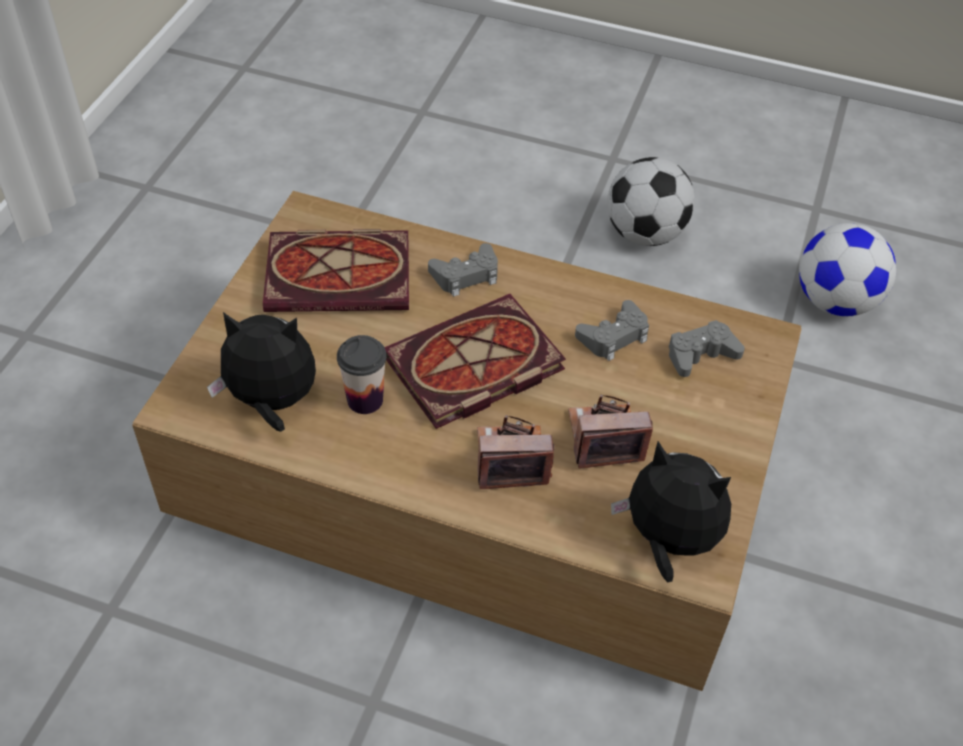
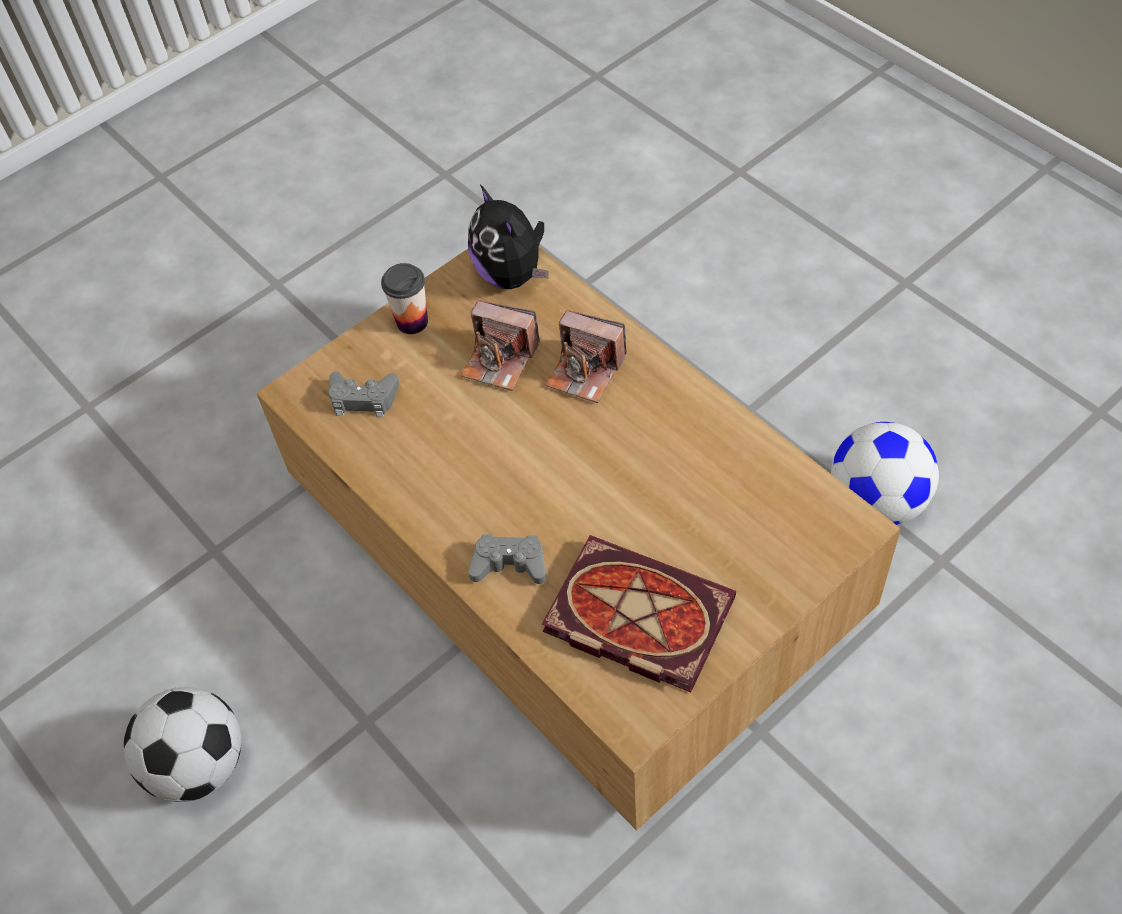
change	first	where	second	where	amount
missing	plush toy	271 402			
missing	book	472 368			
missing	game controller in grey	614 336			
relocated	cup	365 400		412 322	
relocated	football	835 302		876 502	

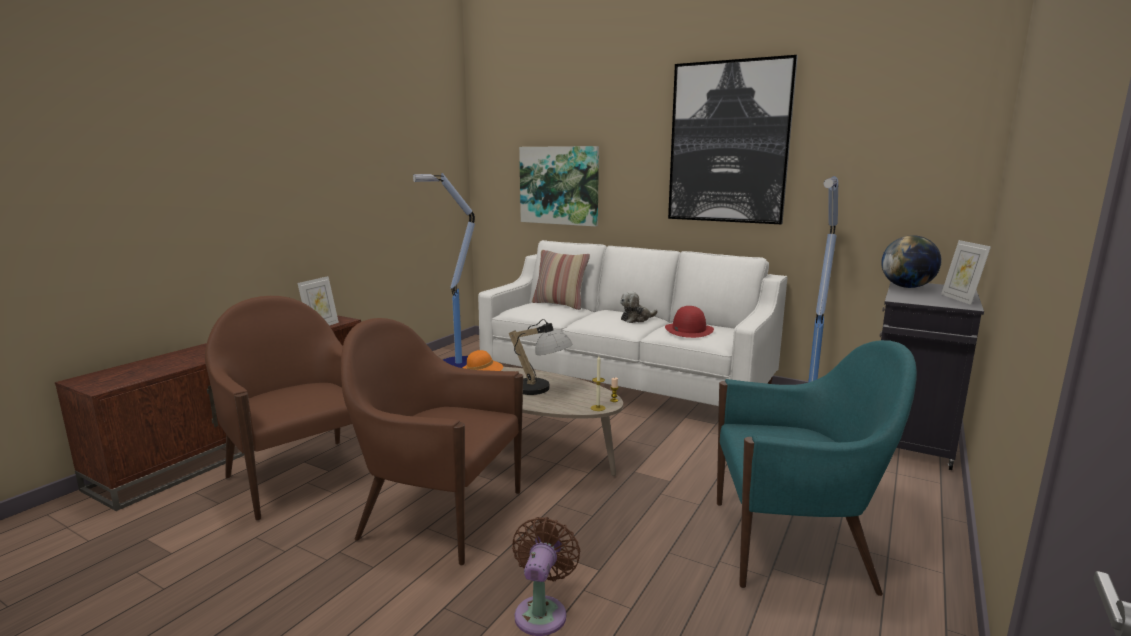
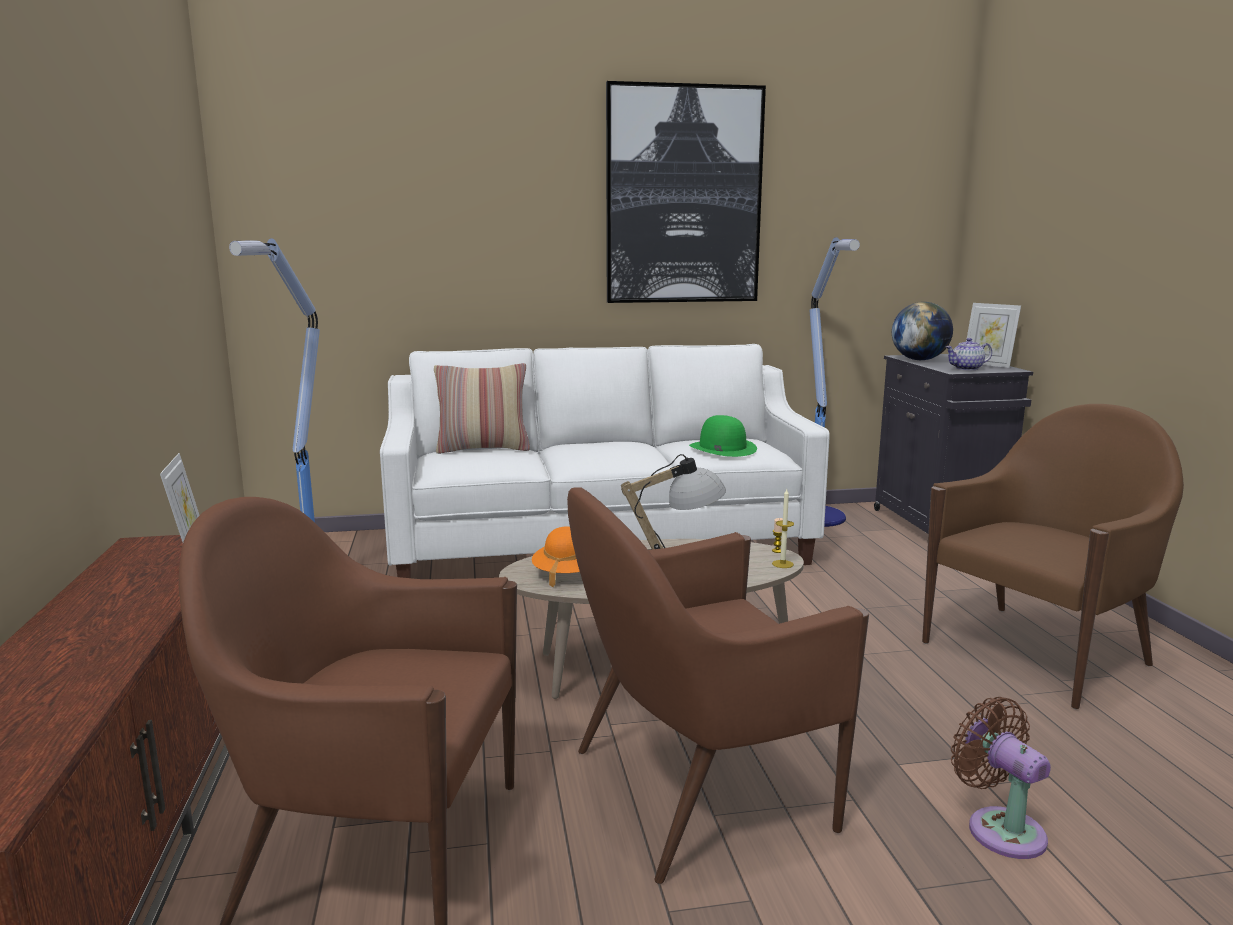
change	first	where	second	where	amount
missing	picture	559 185			
missing	plush toy	636 319			
appeared			teapot	966 368	
colour	hat in red	688 330	hat in green	722 448	
colour	armchair in turquoise	794 545	armchair in brown	1037 652	

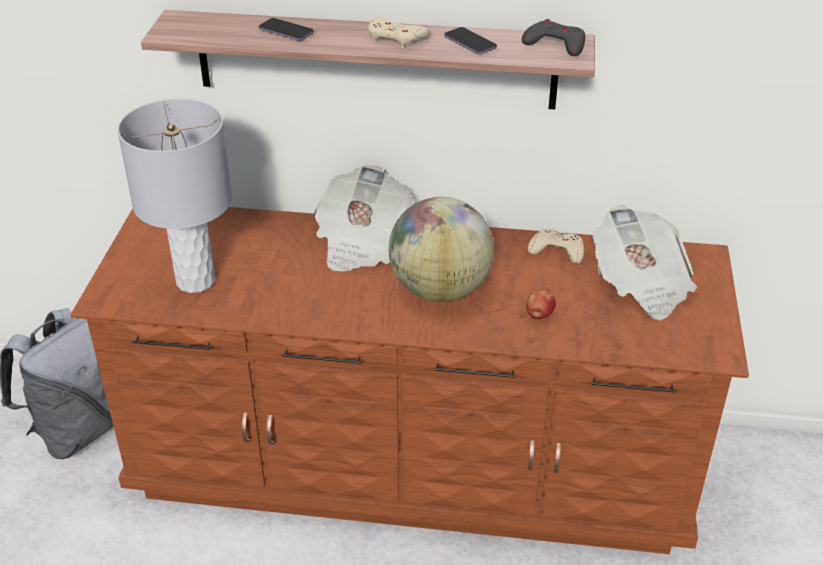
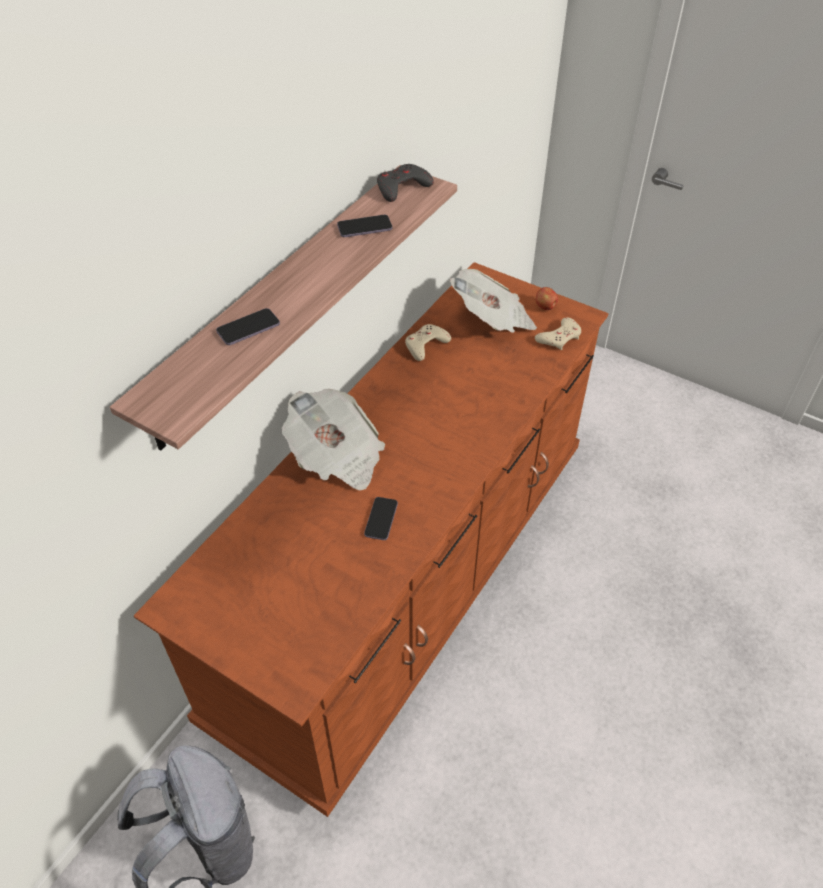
change	first	where	second	where	amount
missing	table lamp in grey	195 281			
missing	globe	440 289			
appeared			phone	381 519	
relocated	game controller in beige	396 37		559 337	
relocated	apple	539 315		545 307	

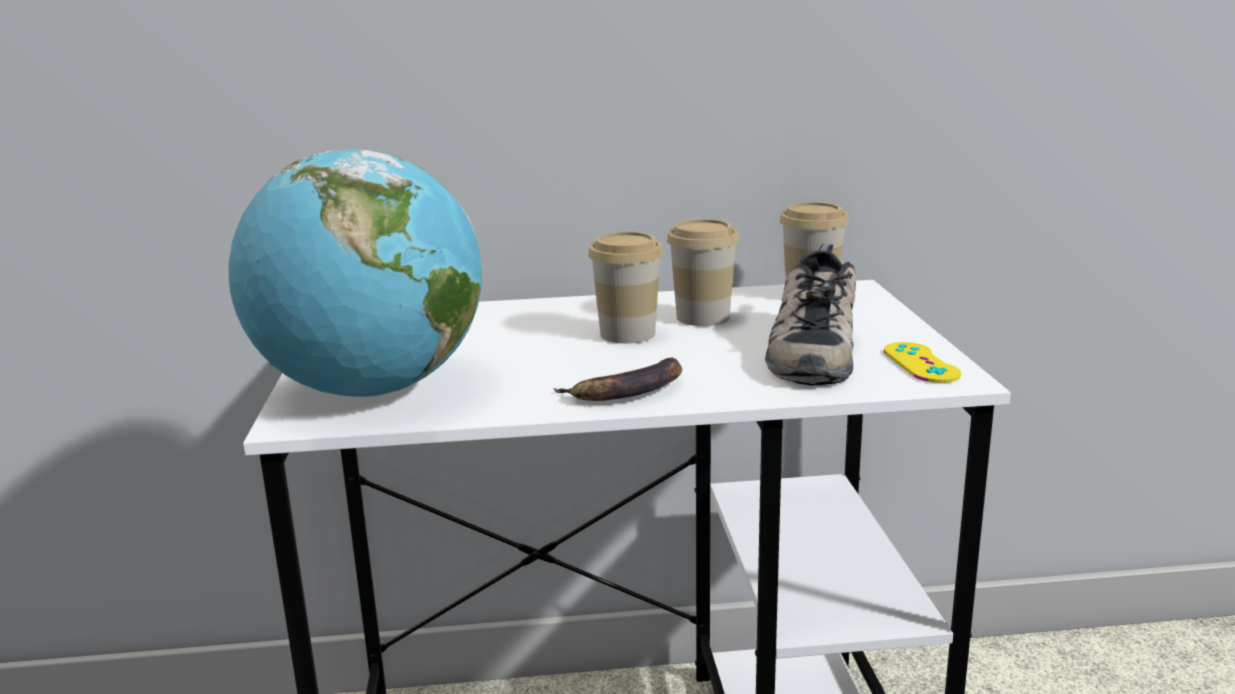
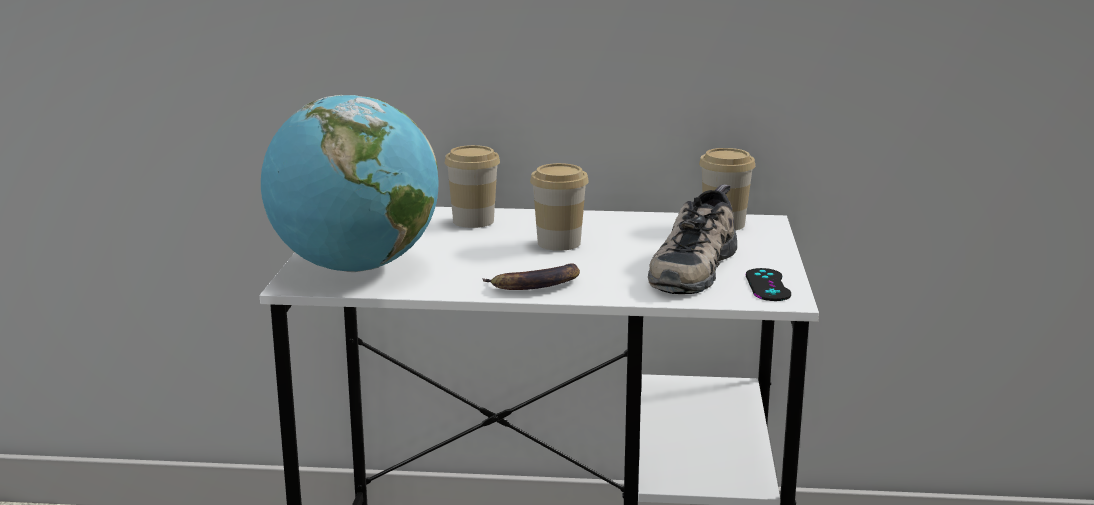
change	first	where	second	where	amount
relocated	cup	703 317		473 221	
colour	game controller in yellow	921 363	game controller in black	767 285	

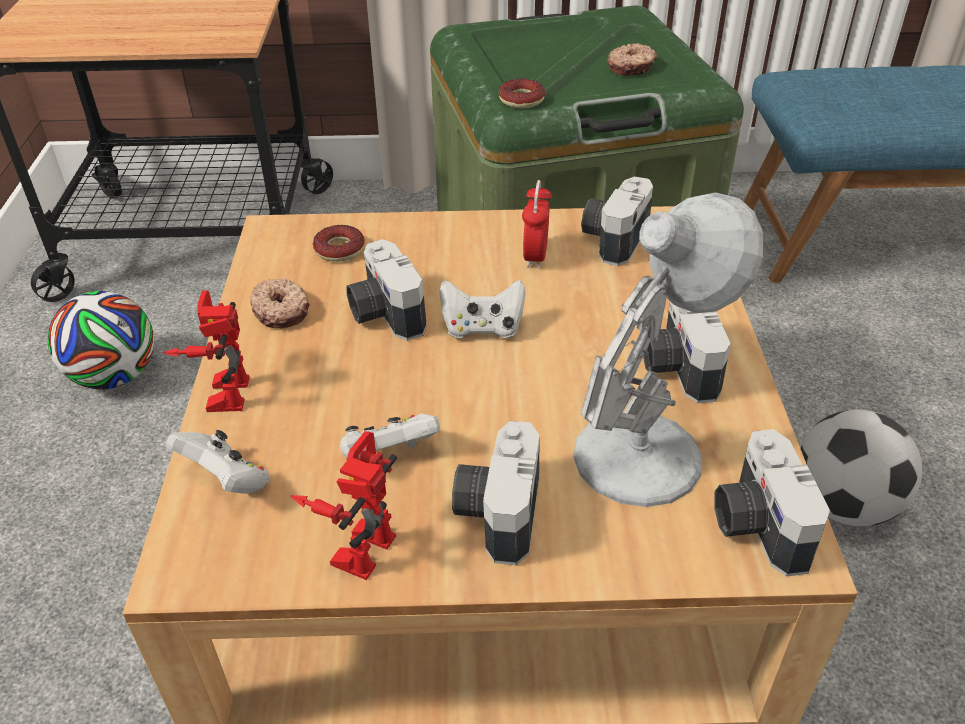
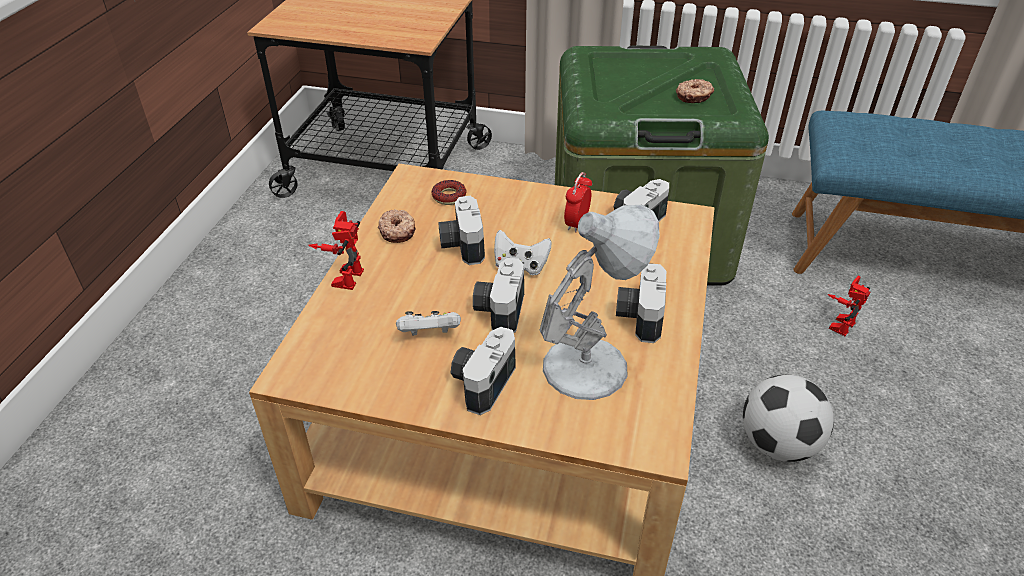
change	first	where	second	where	amount
missing	football	115 376			
missing	game controller in white	227 481			
missing	donut	521 100			
relocated	toy robot	358 543		839 323	
relocated	photo camera	755 524		498 309	

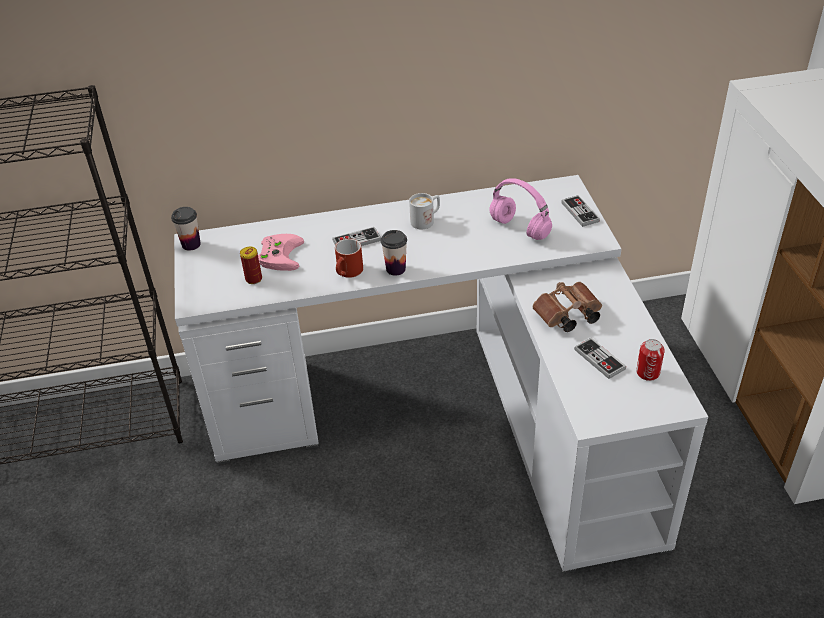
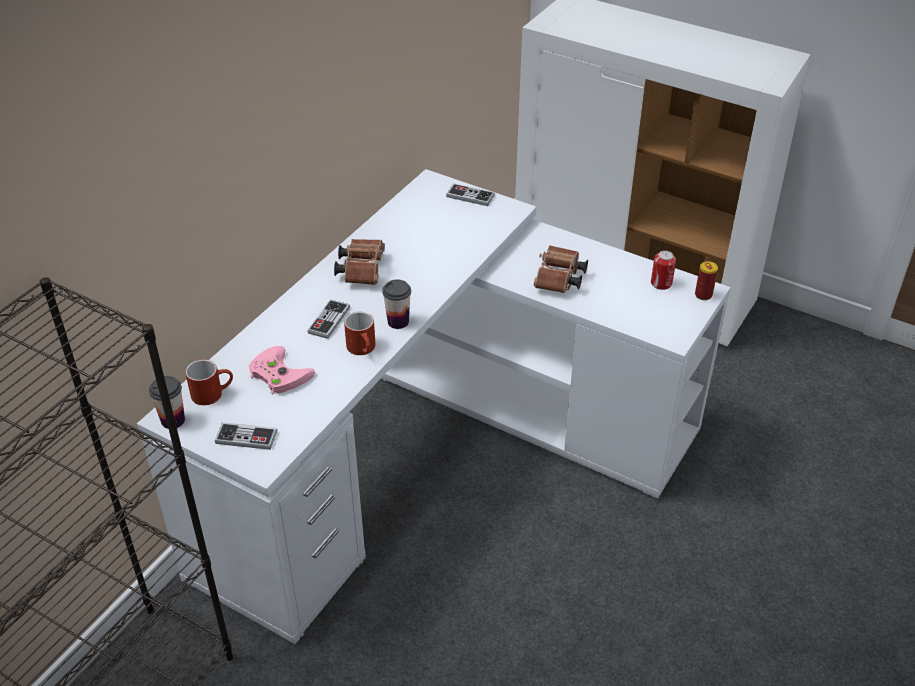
change	first	where	second	where	amount
missing	headphones in pink	521 229			
appeared			mug in red	213 393	
relocated	can	253 279		703 295	
relocated	game controller	599 359		246 437	
exchanged	mug in white	426 220	binoculars in brown	362 269	

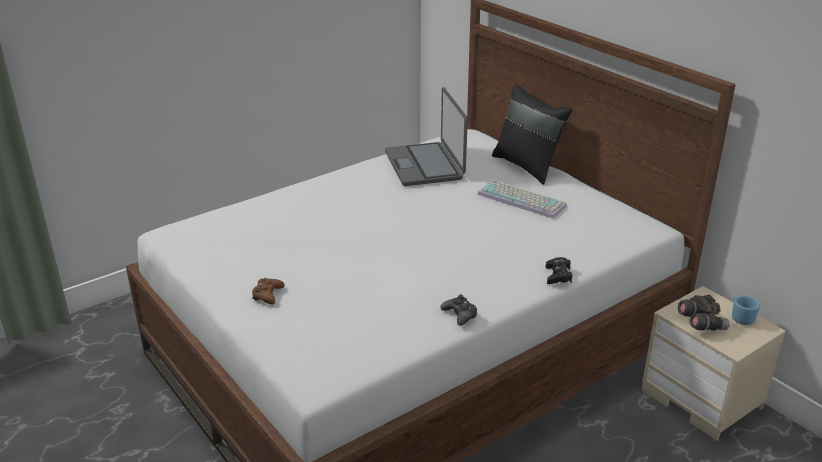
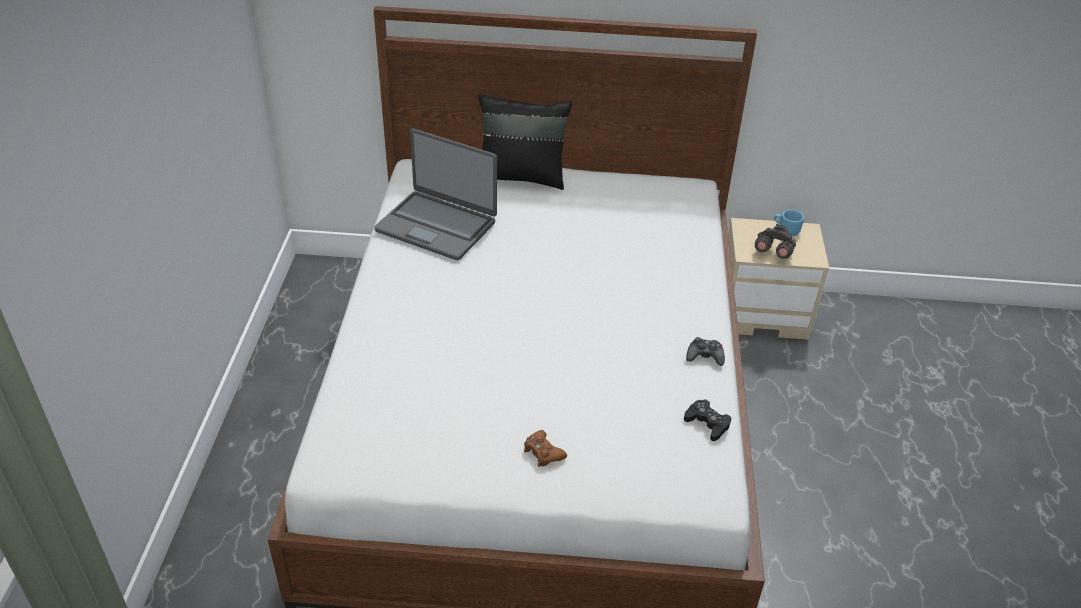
change	first	where	second	where	amount
missing	keyboard	523 200			
relocated	game controller in black	558 275		707 423	

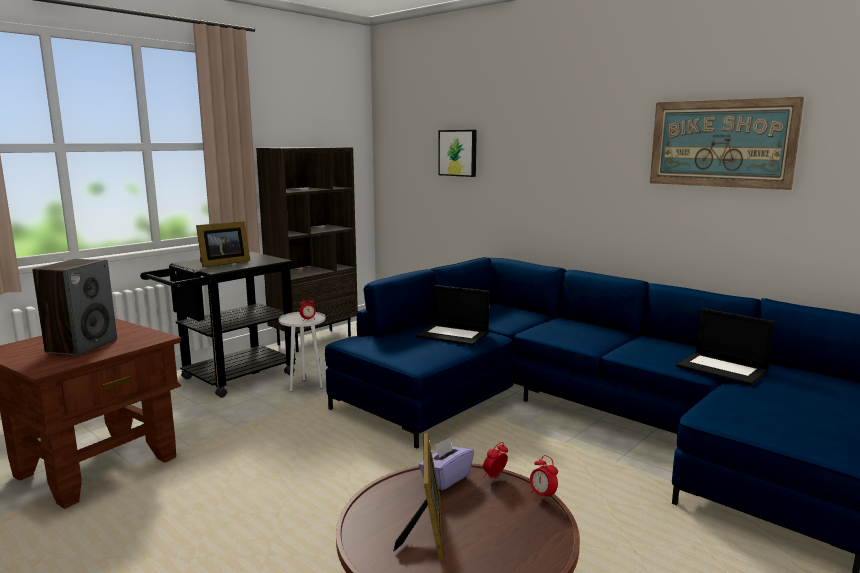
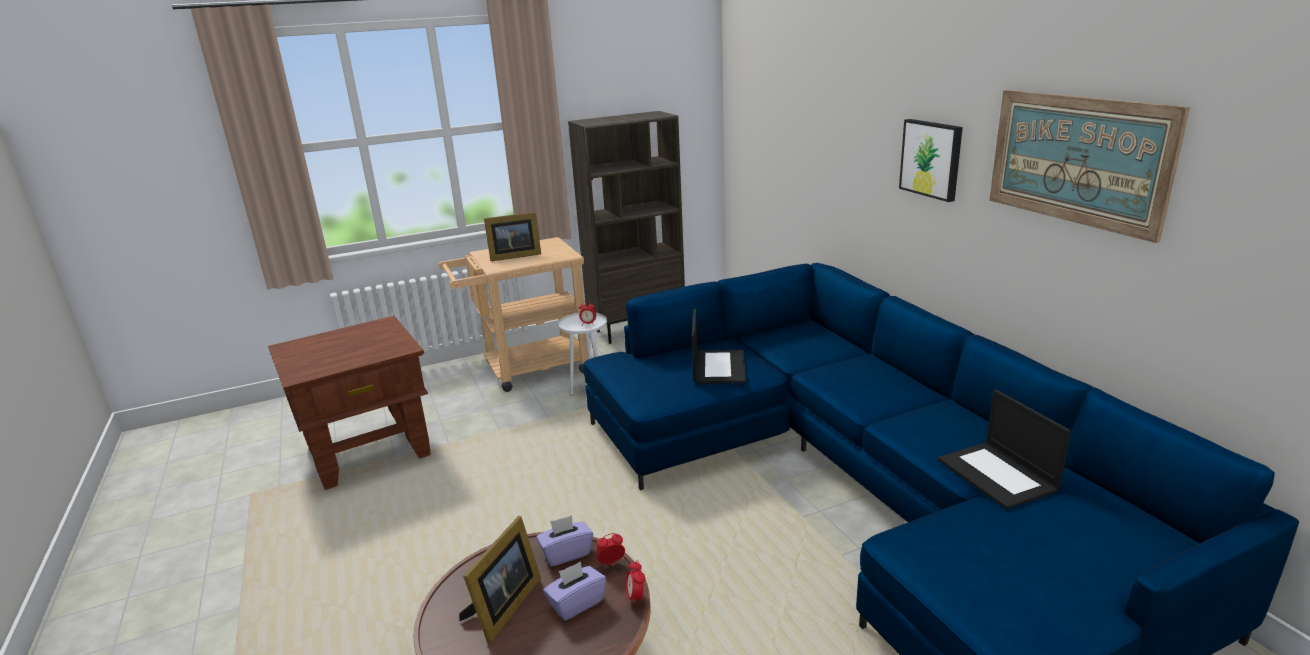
change	first	where	second	where	amount
missing	speaker	82 346			
appeared			tissue box in purple	576 603	
relocated	picture	458 153		931 159	
colour	cart in black	230 379	cart in beige	527 370	
spun	laptop	453 335		718 367	135 degrees counterclockwise

